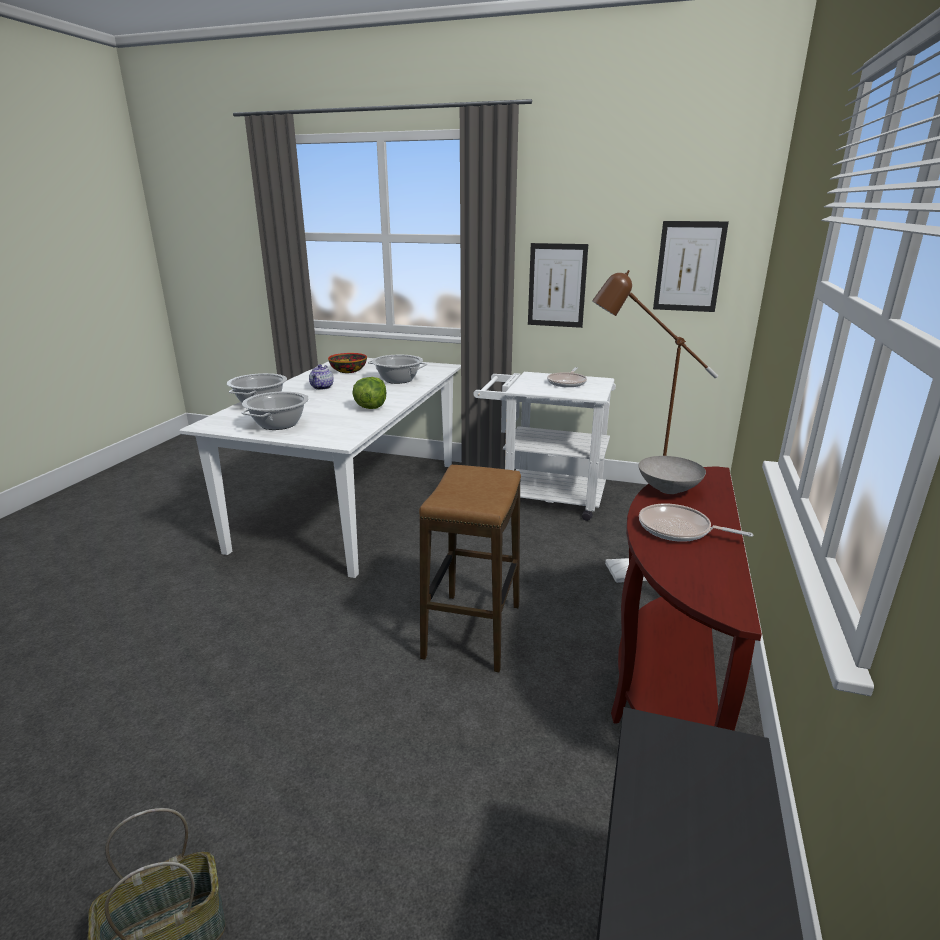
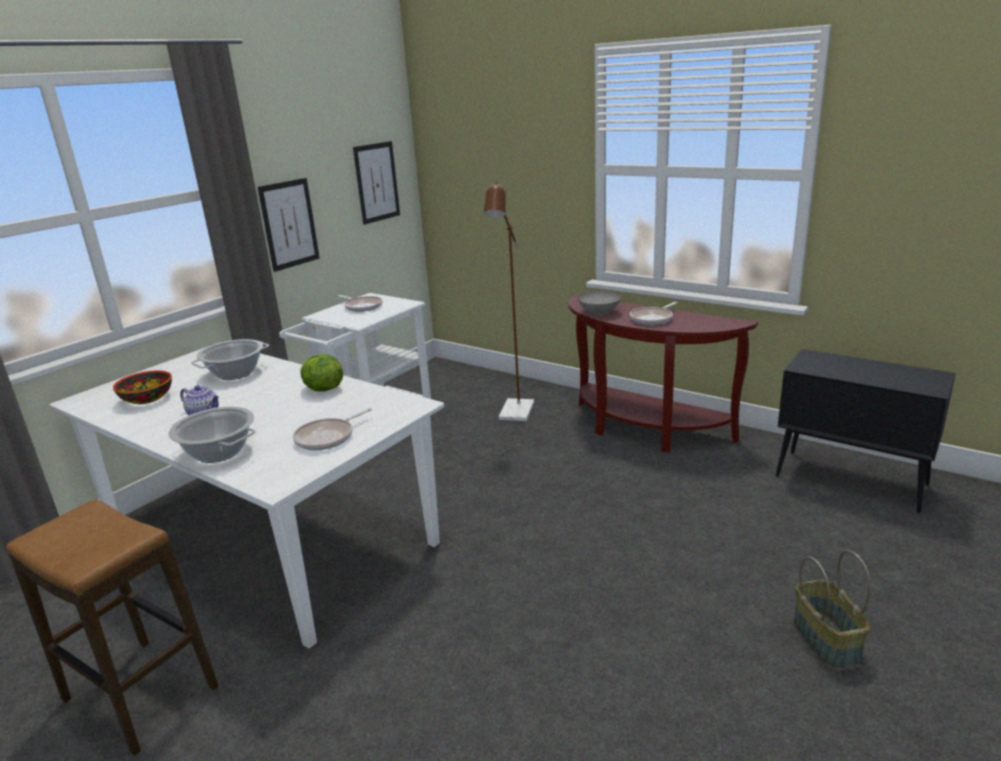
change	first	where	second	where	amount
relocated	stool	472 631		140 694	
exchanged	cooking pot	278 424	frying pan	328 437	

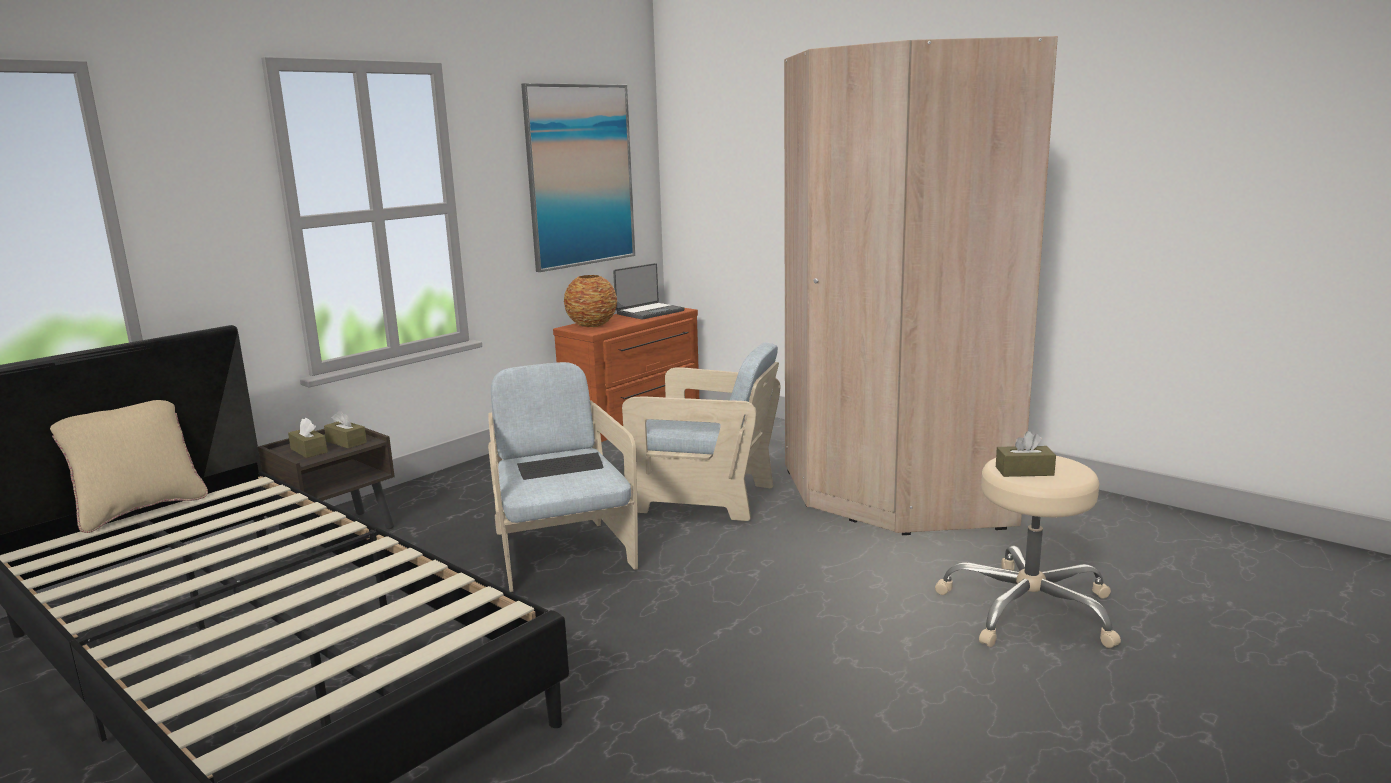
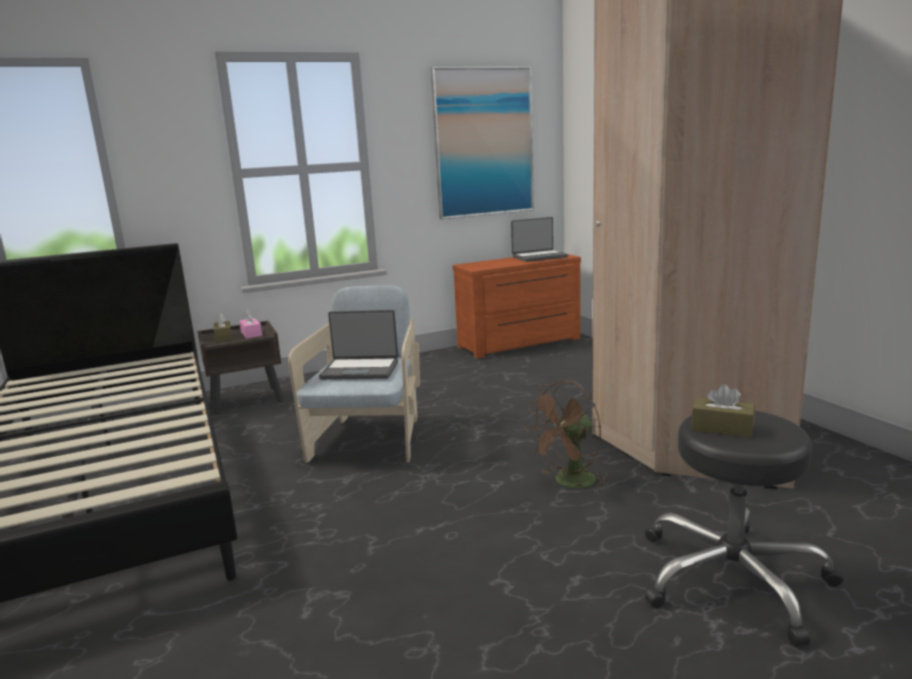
change	first	where	second	where	amount
missing	pillow in beige	140 510			
missing	vase	591 325			
missing	armchair in beige	702 497			
appeared			fan in brown	569 483	
exchanged	keyboard	560 468	laptop	360 370	
colour	tissue box in brown	346 442	tissue box in pink	251 334	
colour	stool in beige	1028 609	stool in black	732 577	

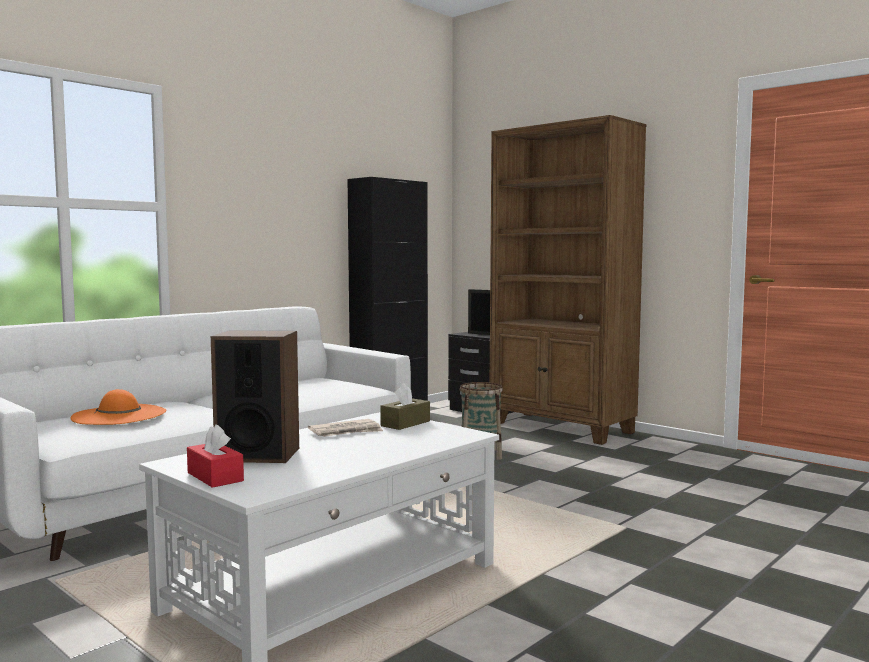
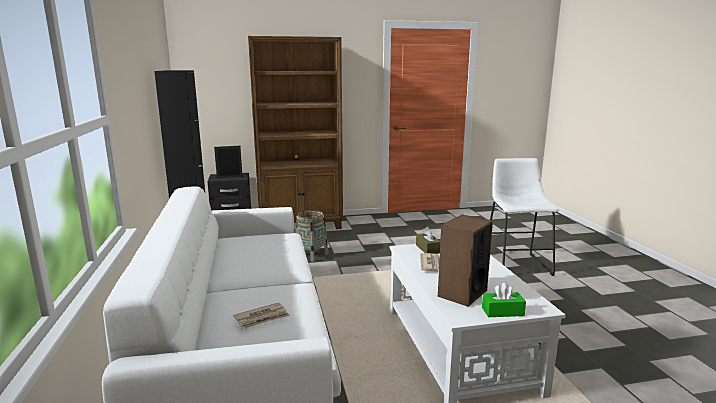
change	first	where	second	where	amount
appeared			stool in white	516 263	
exchanged	hat in orange	119 415	newspaper	262 318	
colour	tissue box in red	215 477	tissue box in green	502 311	

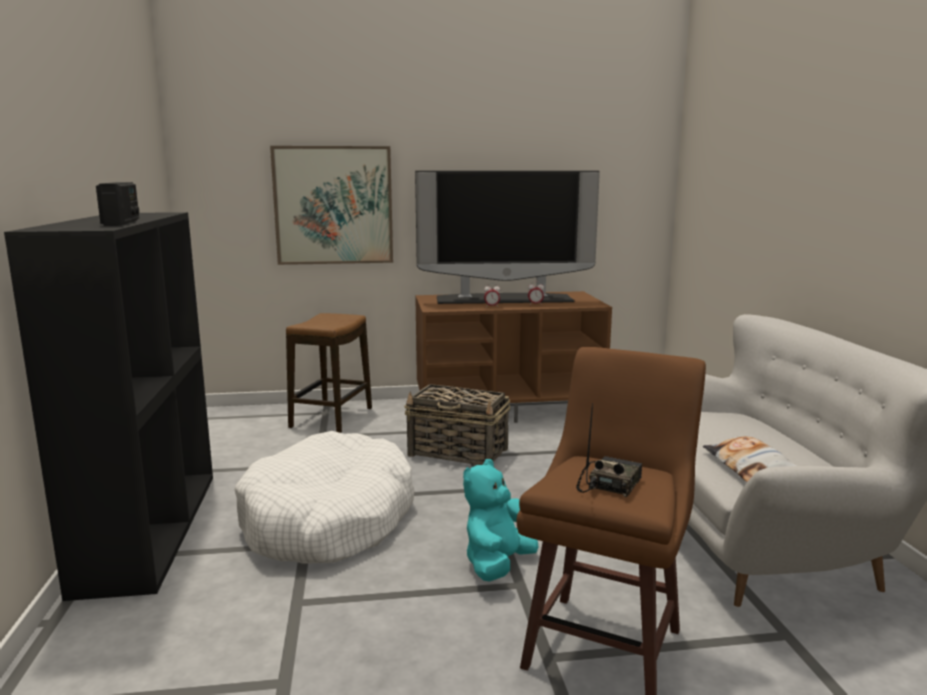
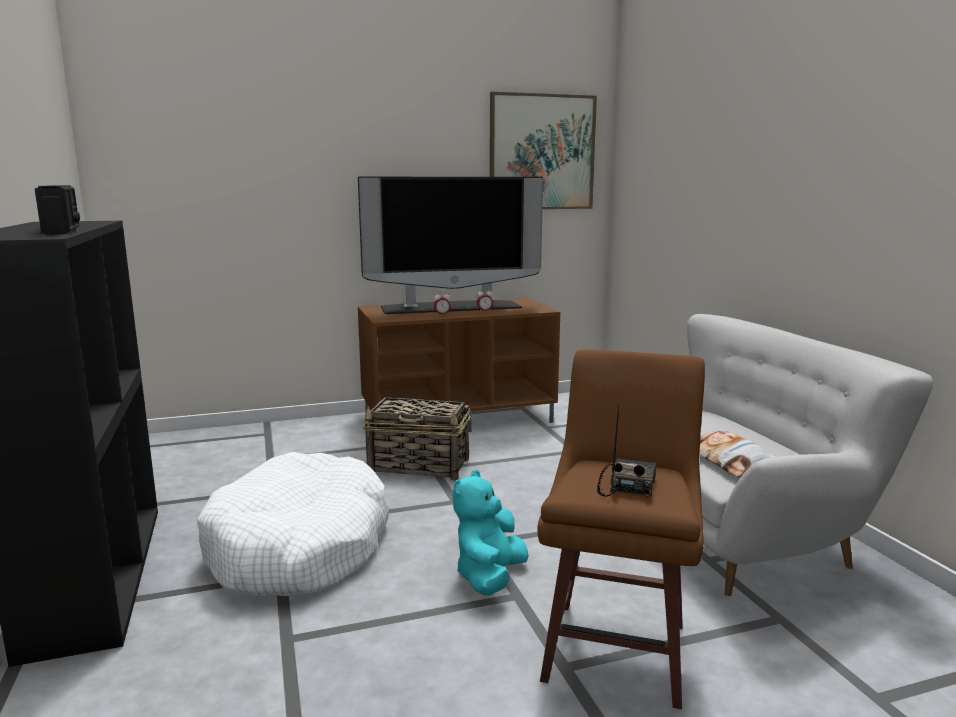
change	first	where	second	where	amount
missing	stool	331 418			
relocated	picture	333 205		542 152	

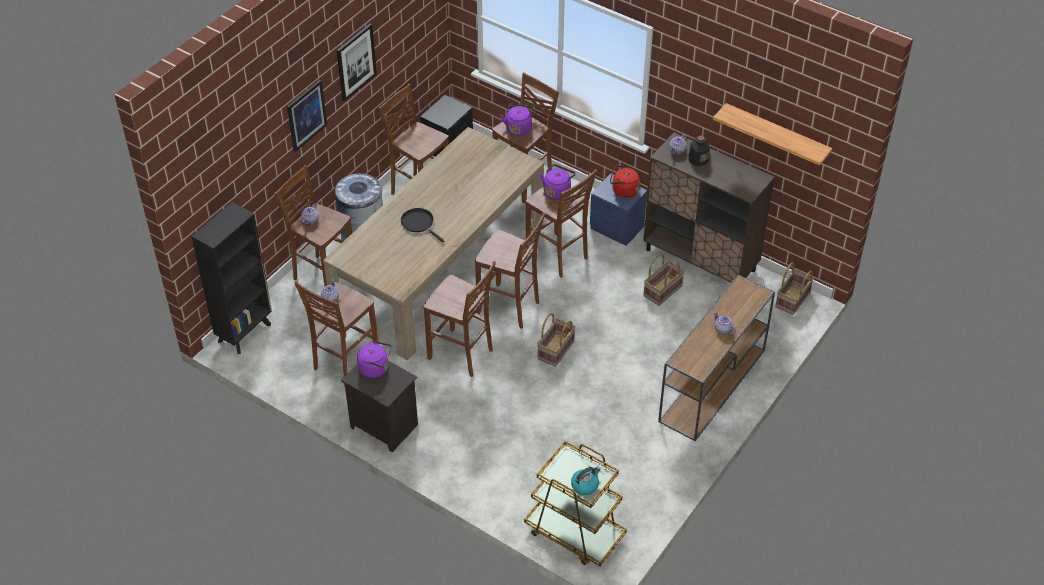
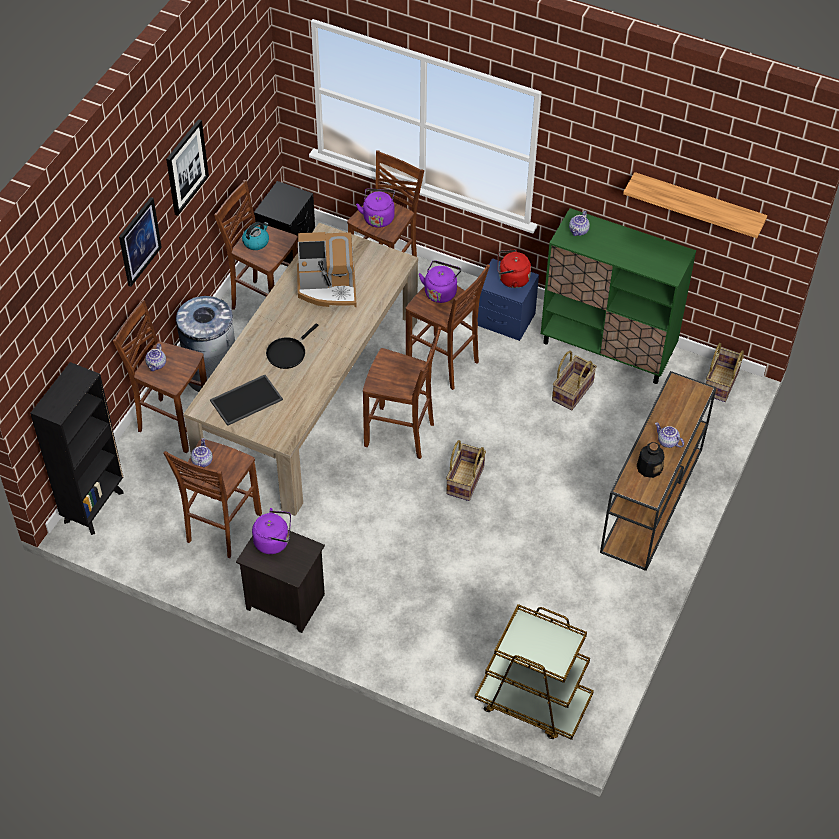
change	first	where	second	where	amount
missing	stool in brown	462 354			
appeared			tray	246 399	
appeared			coffee machine	328 287	
relocated	kettle	585 485		256 242	
relocated	bottle	698 159		649 467	
colour	cabinet in brown	700 260	cabinet in green	608 348	
spun	frying pan in black	419 223		288 353	90 degrees counterclockwise

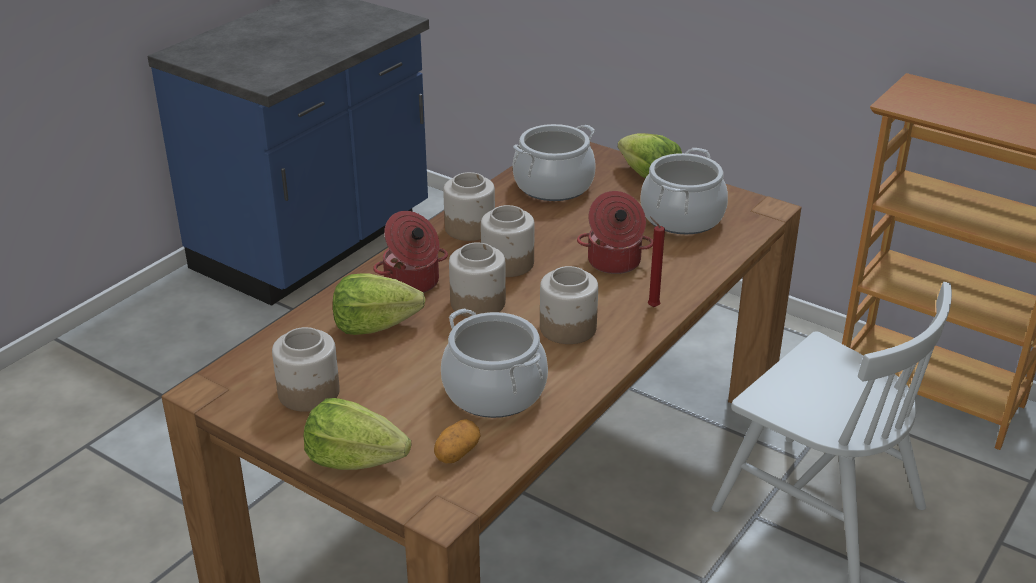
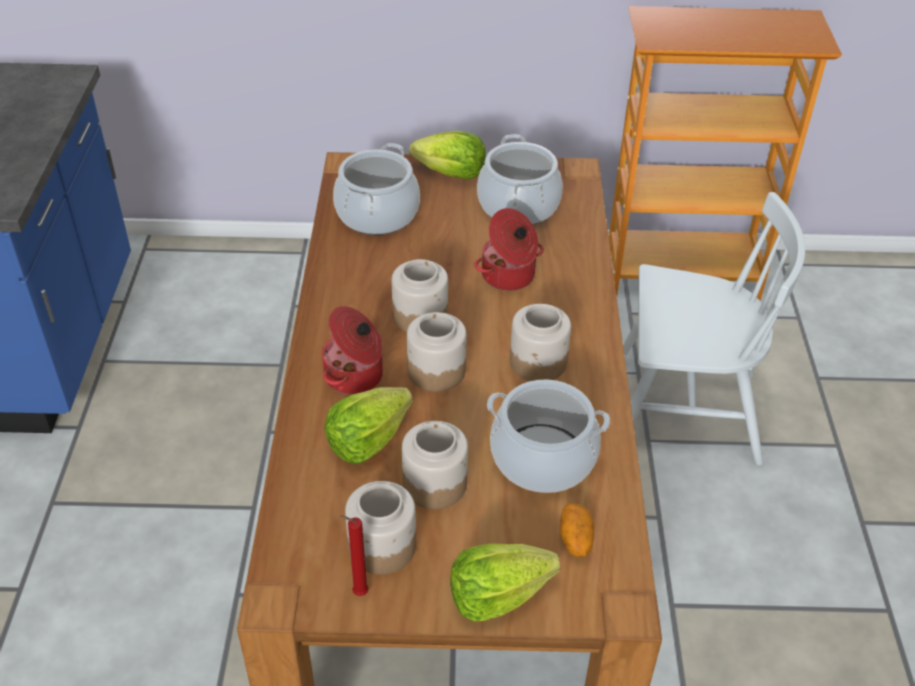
change	first	where	second	where	amount
relocated	jar	470 228		434 483	
relocated	candle in red	651 306		357 593	

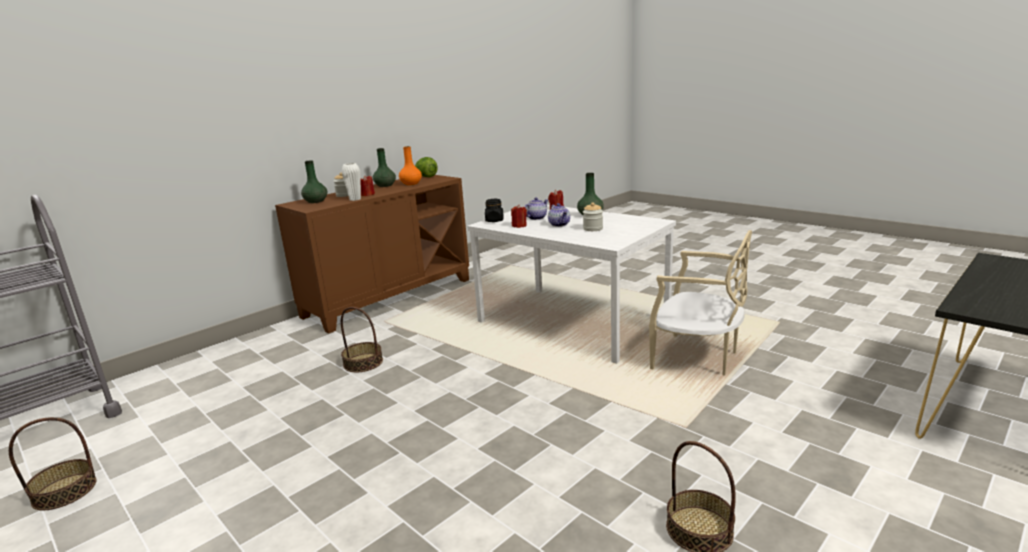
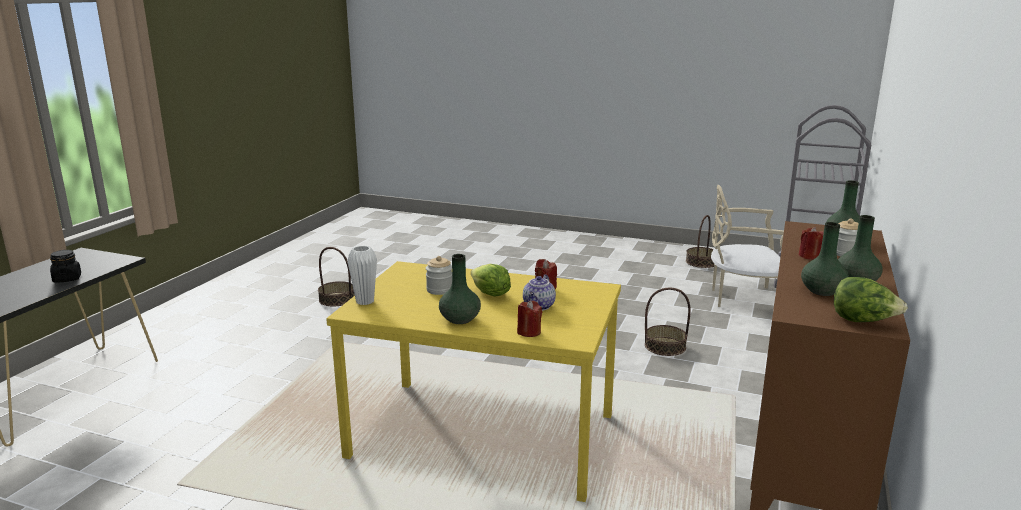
change	first	where	second	where	amount
relocated	vase in white	355 199		365 301	
relocated	jar in black	494 220		67 279	
relocated	chair in beige	697 358		743 299	
exchanged	teapot	560 224	lettuce	490 294	
colour	vase in orange	411 184	vase in green	821 291	
colour	dining table in white	570 322	dining table in yellow	485 435	

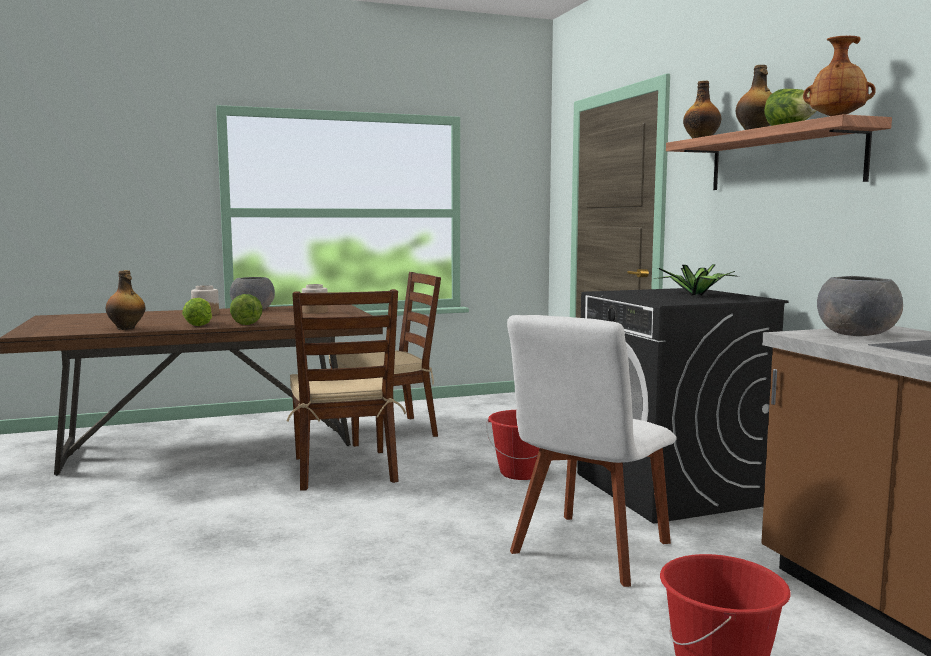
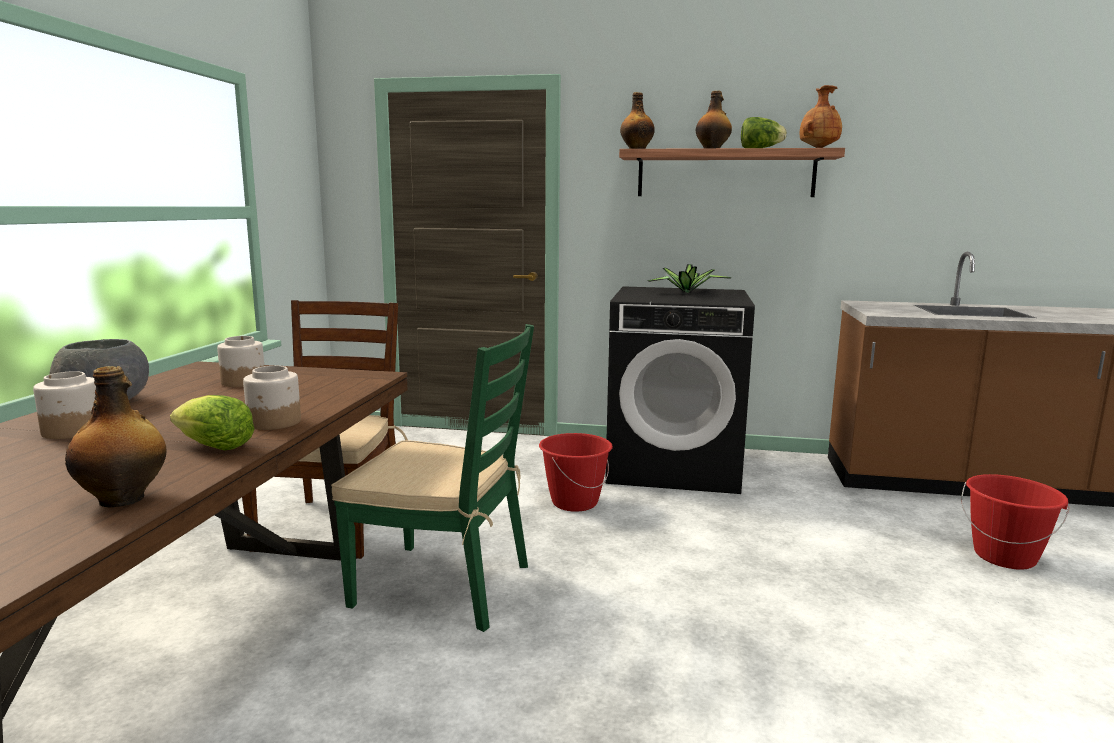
change	first	where	second	where	amount
missing	chair in white	588 551			
missing	bowl in grey	857 334			
exchanged	lettuce	245 323	jar	274 422	
colour	chair in brown	345 470	chair in green	444 585	

